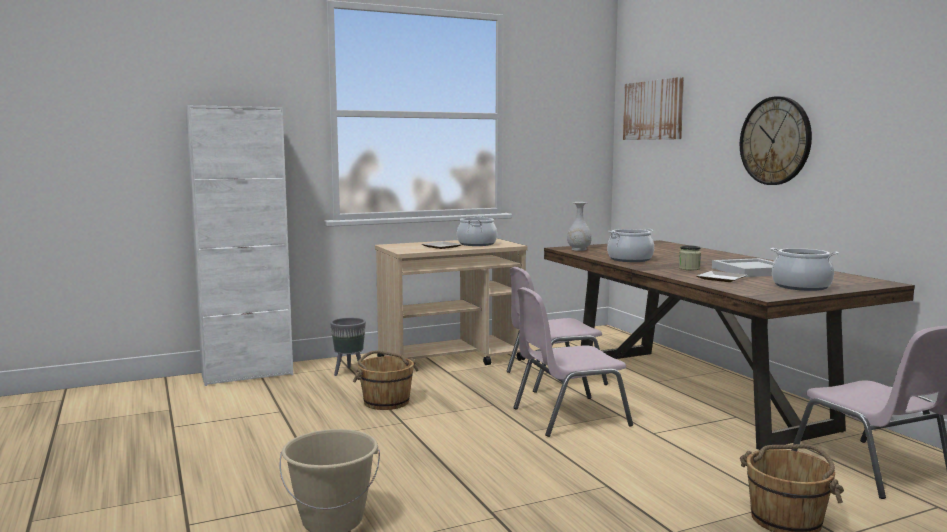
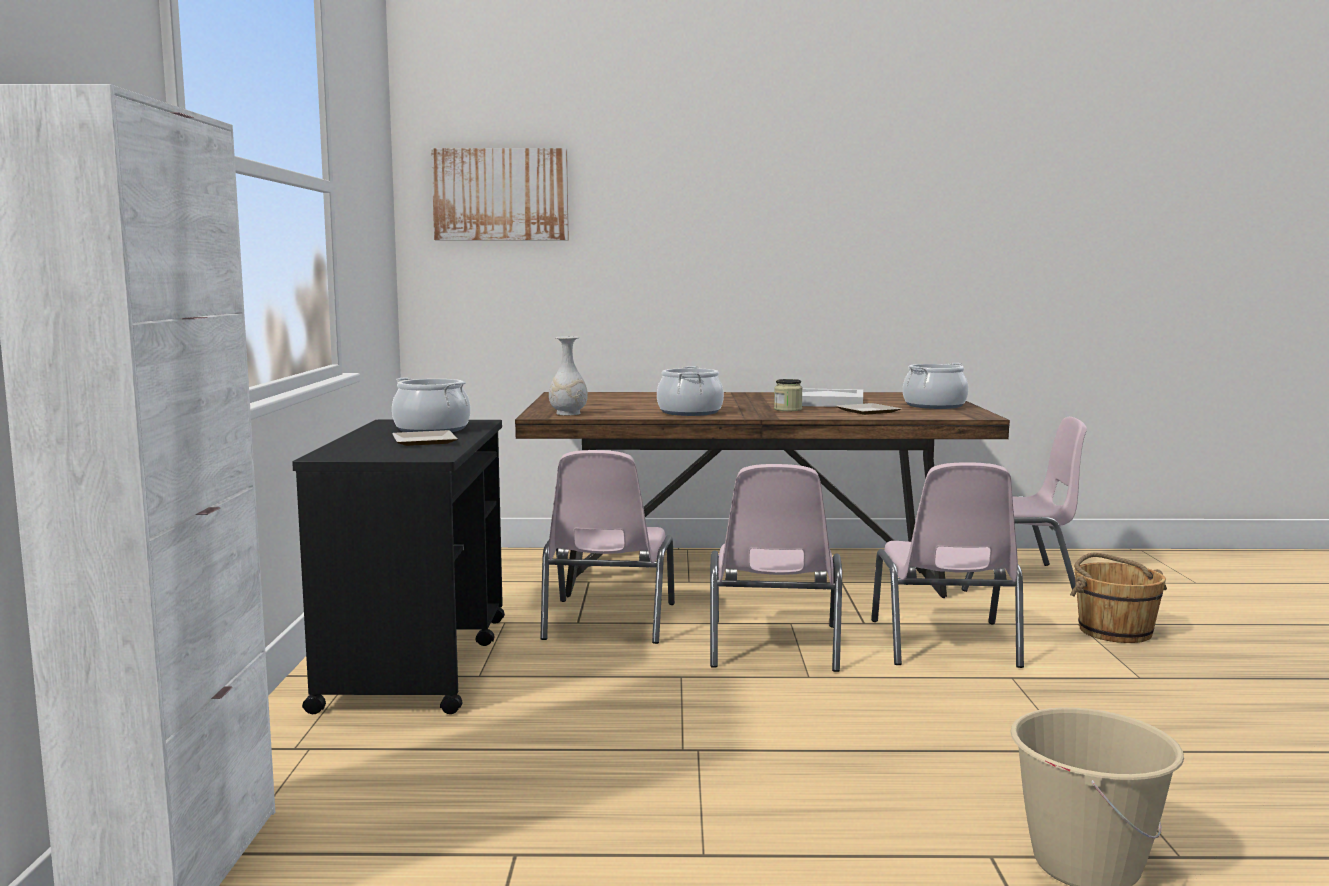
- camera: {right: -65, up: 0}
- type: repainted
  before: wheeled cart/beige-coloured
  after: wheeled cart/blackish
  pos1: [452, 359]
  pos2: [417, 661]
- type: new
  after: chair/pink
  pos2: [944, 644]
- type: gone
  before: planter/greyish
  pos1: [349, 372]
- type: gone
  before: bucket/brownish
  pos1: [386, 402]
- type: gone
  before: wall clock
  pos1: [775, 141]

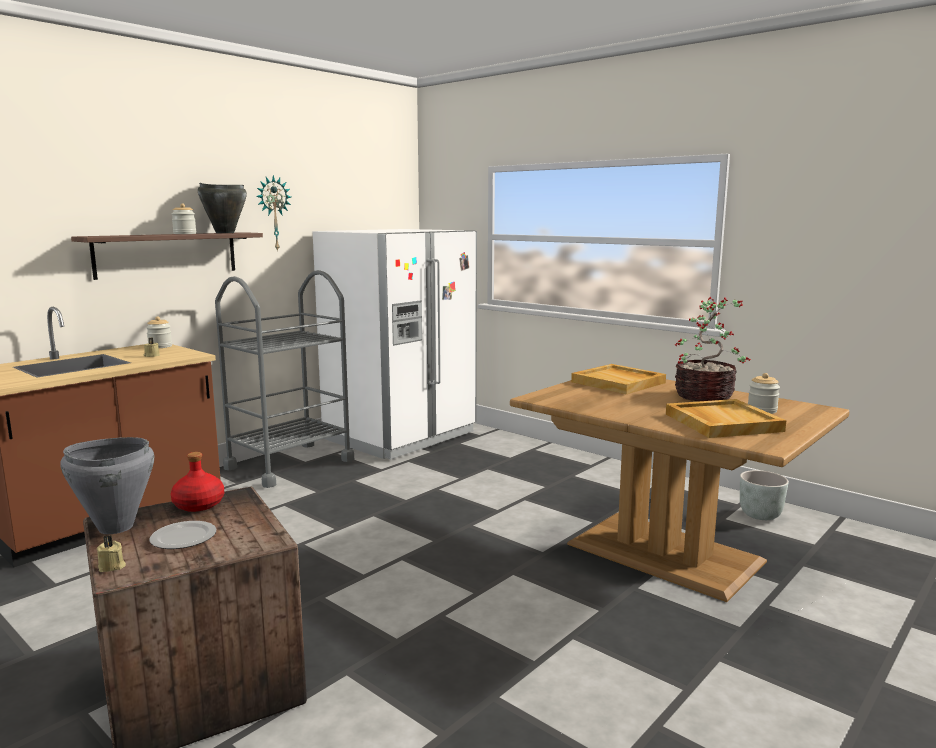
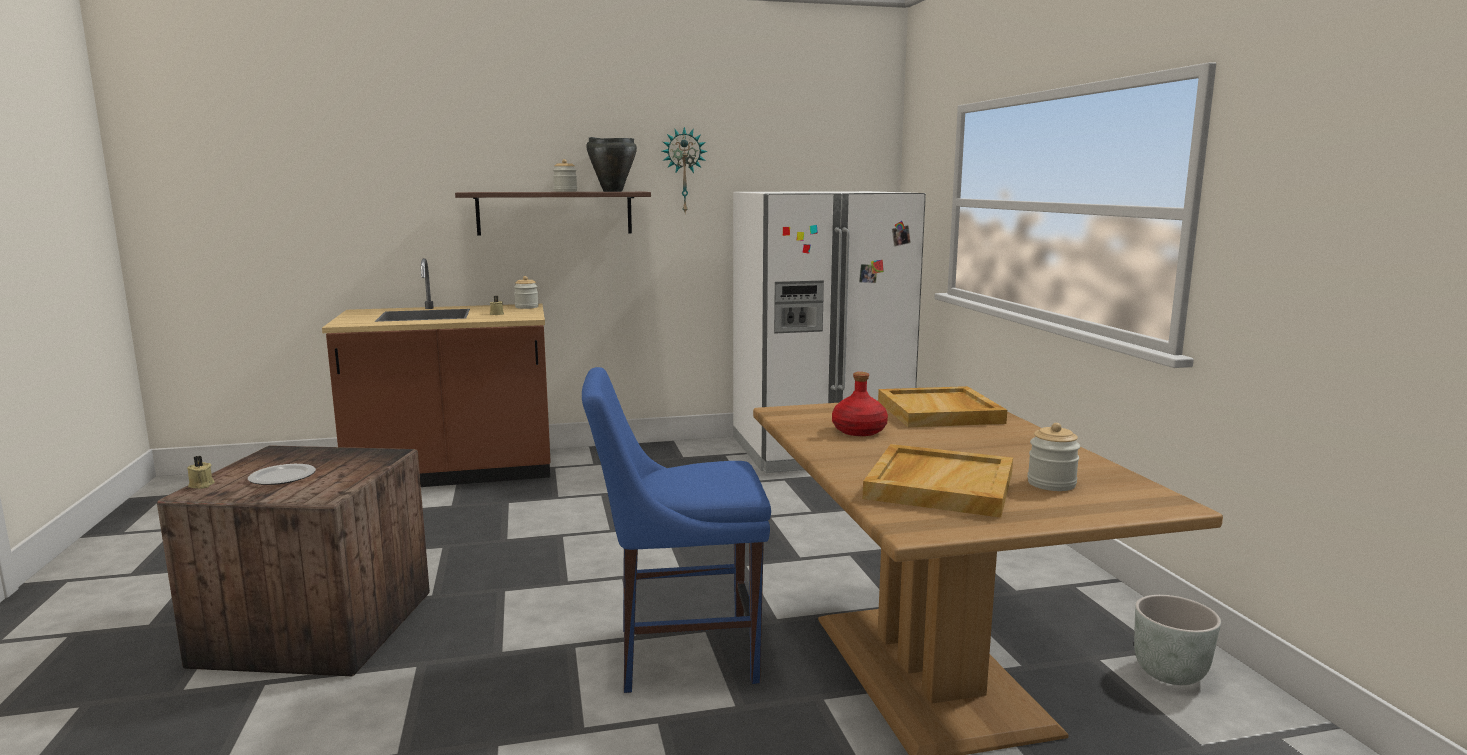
- camera: {right: 35, up: 0}
- type: new
  after: chair/bluish
  pos2: [678, 654]
- type: shifted
  before: drink bottle/red
  pos1: [199, 504]
  pos2: [859, 431]
- type: gone
  before: saucepot/greyish
  pos1: [115, 527]
- type: gone
  before: wheeled cart/greyish
  pos1: [290, 464]
- type: gone
  before: houseplant
  pos1: [705, 396]

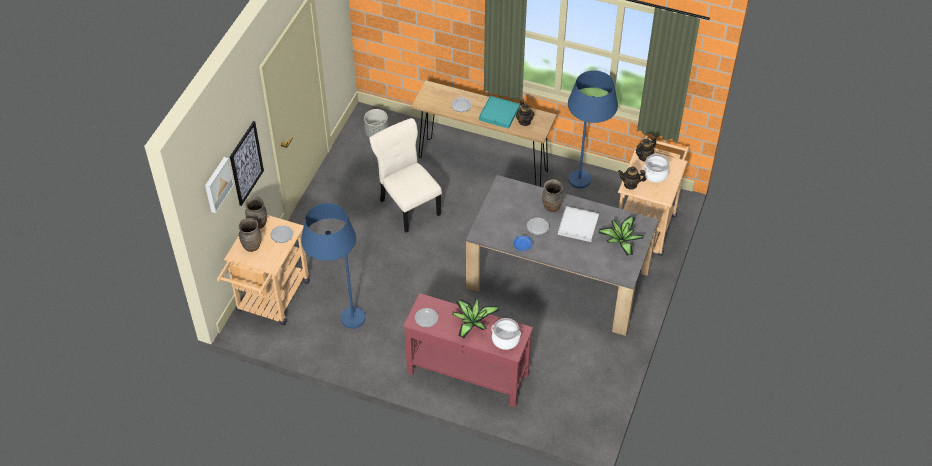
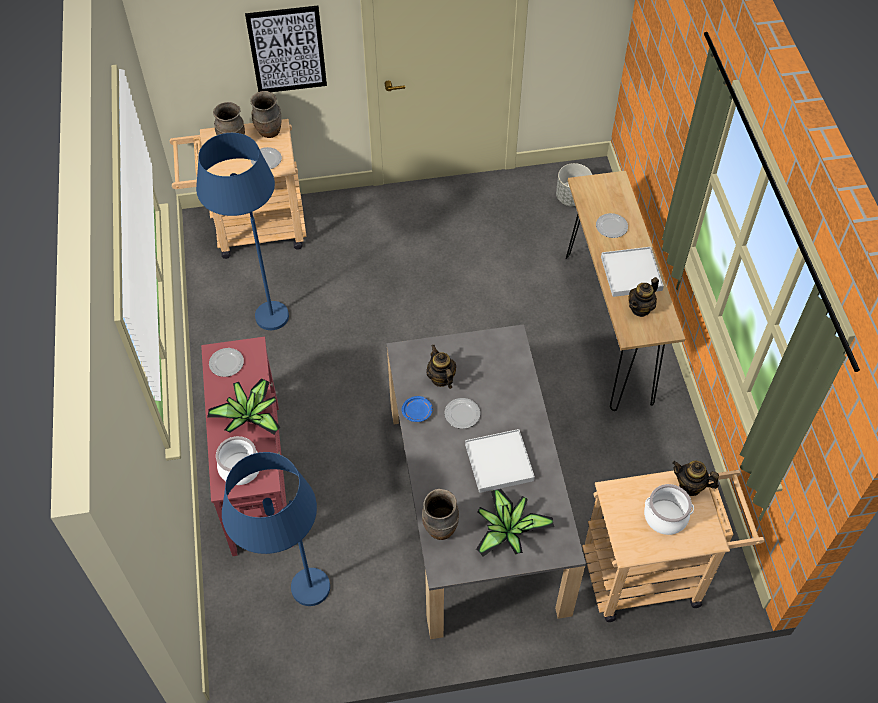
- camera: {right: 60, up: 5}
- type: shifted
  before: standard lamp/bluish
  pos1: [583, 189]
  pos2: [294, 603]
- type: shifted
  before: vase/brownish
  pos1: [552, 207]
  pos2: [440, 529]
- type: shifted
  before: tea pot
  pos1: [630, 184]
  pos2: [441, 378]
- type: repainted
  before: serving tray/blue-green
  after: serving tray/white
  pos1: [499, 113]
  pos2: [631, 274]
- type: gone
  before: wall picture
  pos1: [217, 184]
- type: gone
  before: chair/beige-coloured
  pos1: [408, 206]

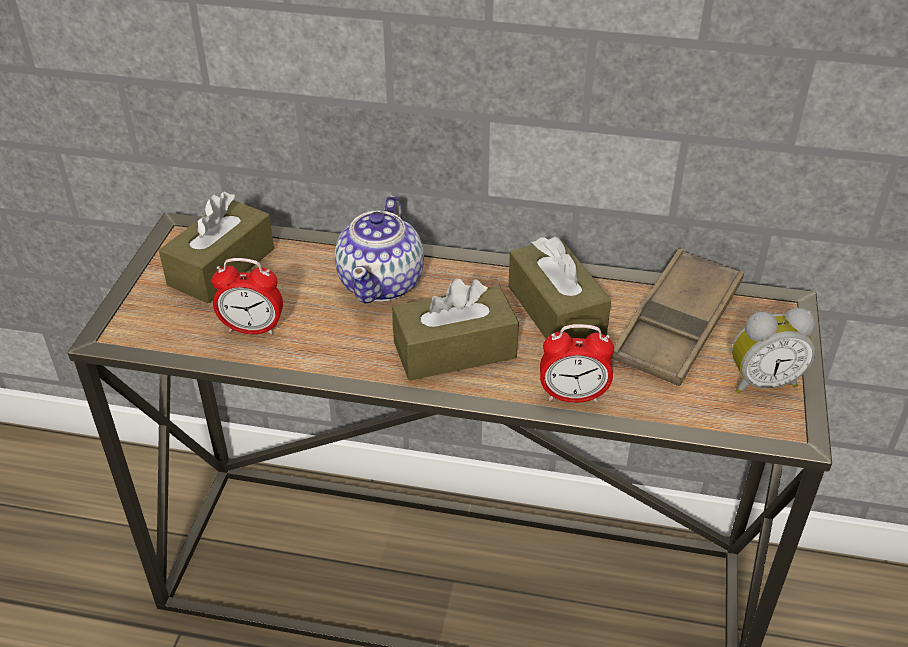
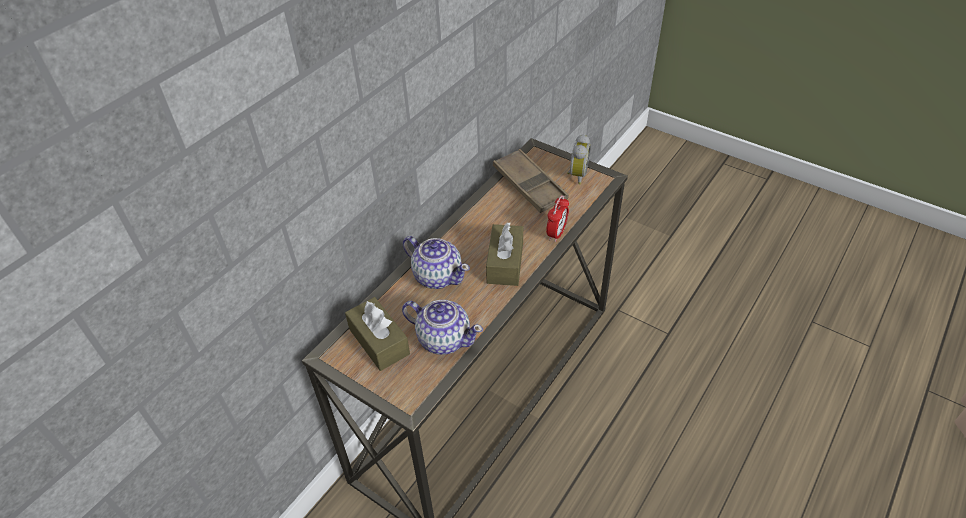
- camera: {right: -65, up: 5}
- type: swapped
  before: alarm clock
  after: tea pot
  pos1: [252, 329]
  pos2: [443, 338]
- type: gone
  before: box of tissues/brownish
  pos1: [556, 311]

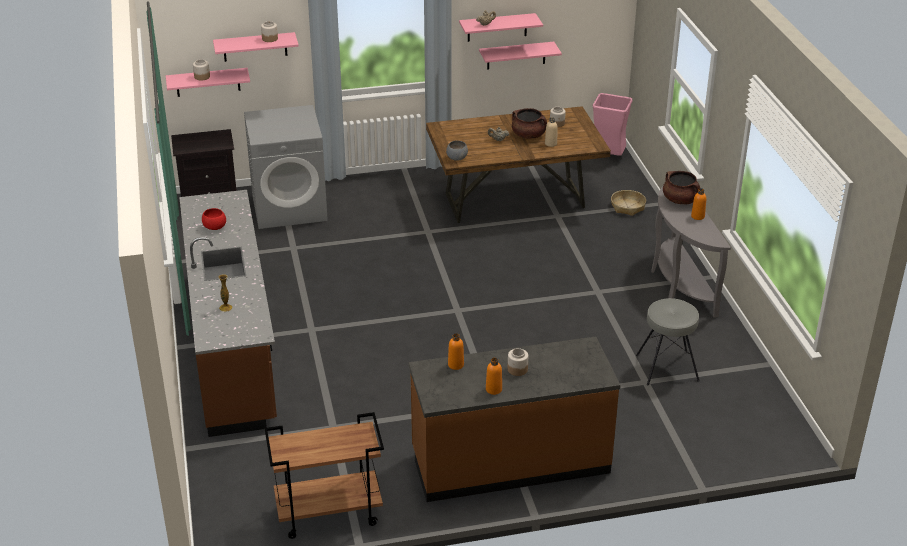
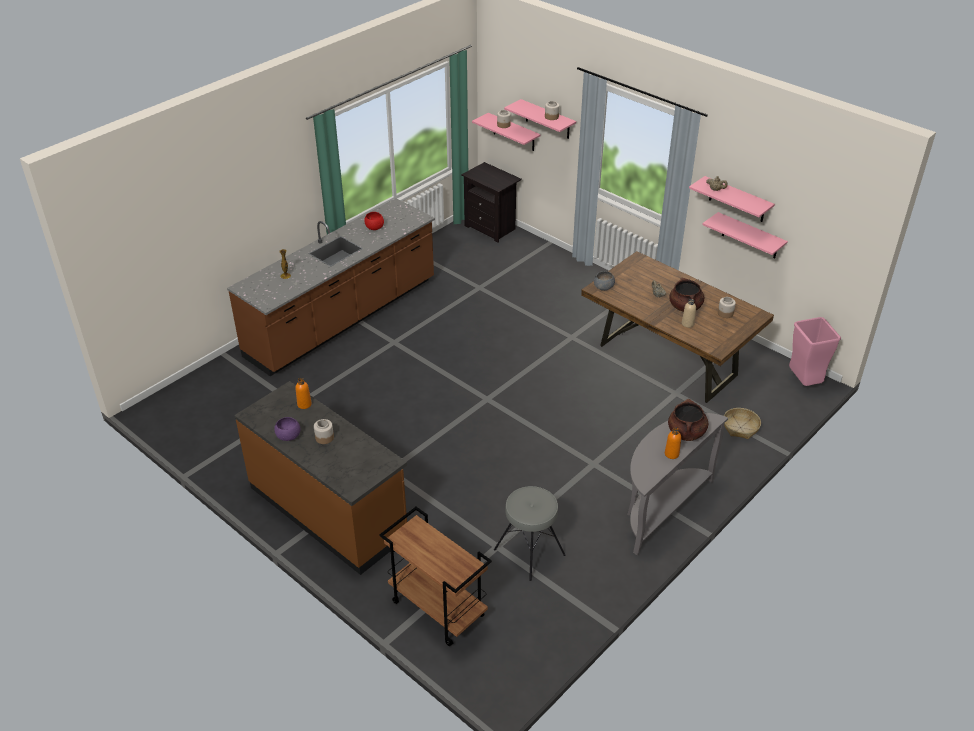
- camera: {right: 55, up: 5}
- type: swapped
  before: drink bottle/orangey
  after: deep dish/purple
  pos1: [493, 389]
  pos2: [289, 436]
- type: shifted
  before: wheeled cart/brownish
  pos1: [328, 514]
  pos2: [436, 609]
- type: gone
  before: washing machine/greyish
  pos1: [290, 207]

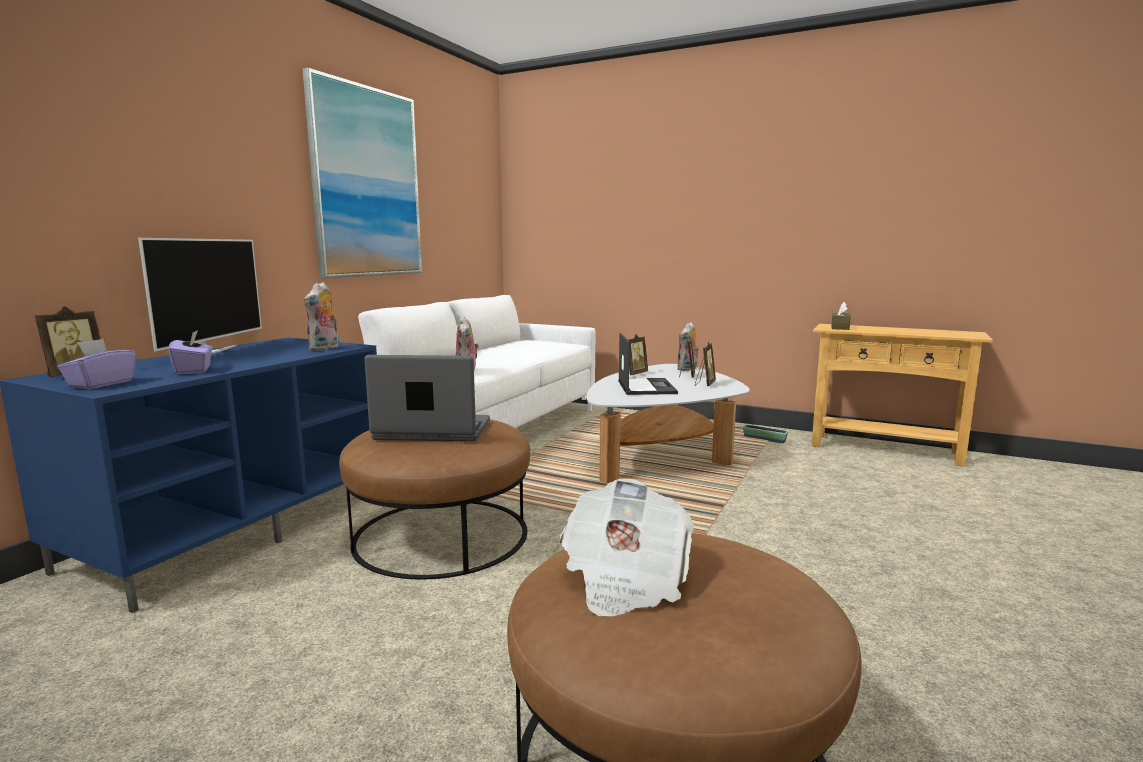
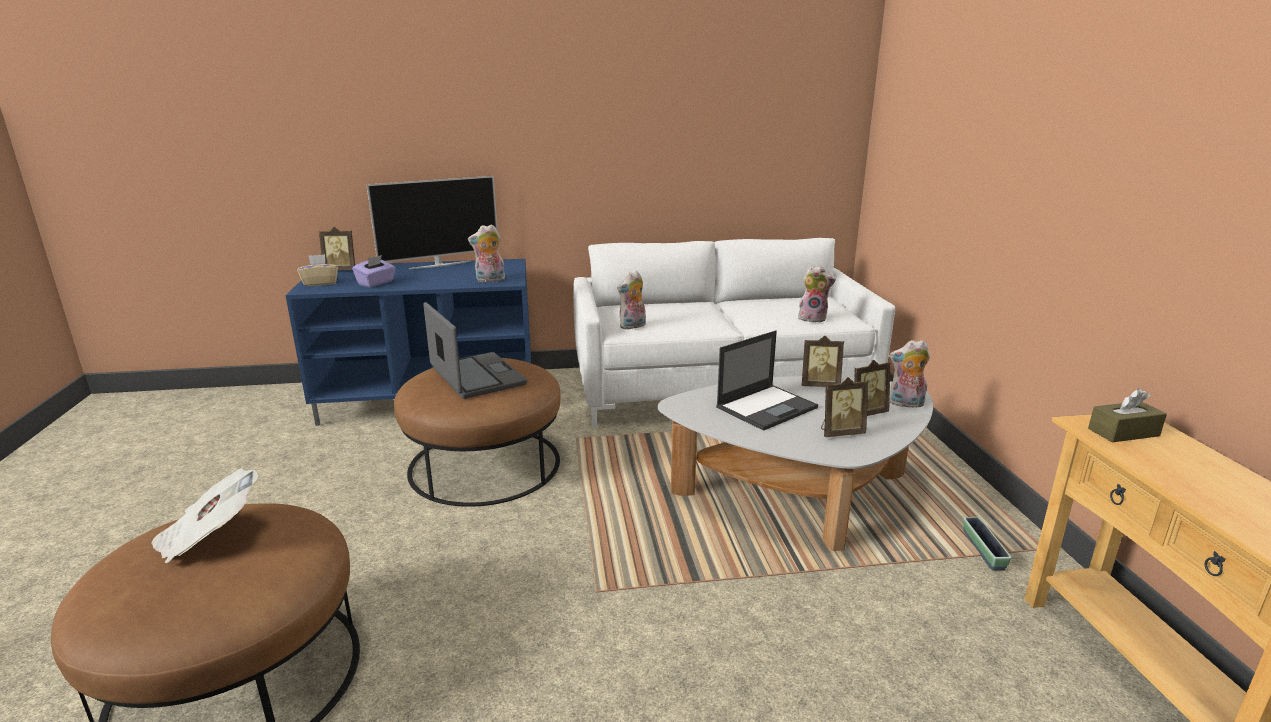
- camera: {right: 55, up: 10}
- type: repainted
  before: box of tissues/purple
  after: box of tissues/beige-coloured
  pos1: [101, 384]
  pos2: [320, 283]
- type: new
  after: soft toy
  pos2: [813, 318]
- type: gone
  before: wall picture
  pos1: [366, 183]

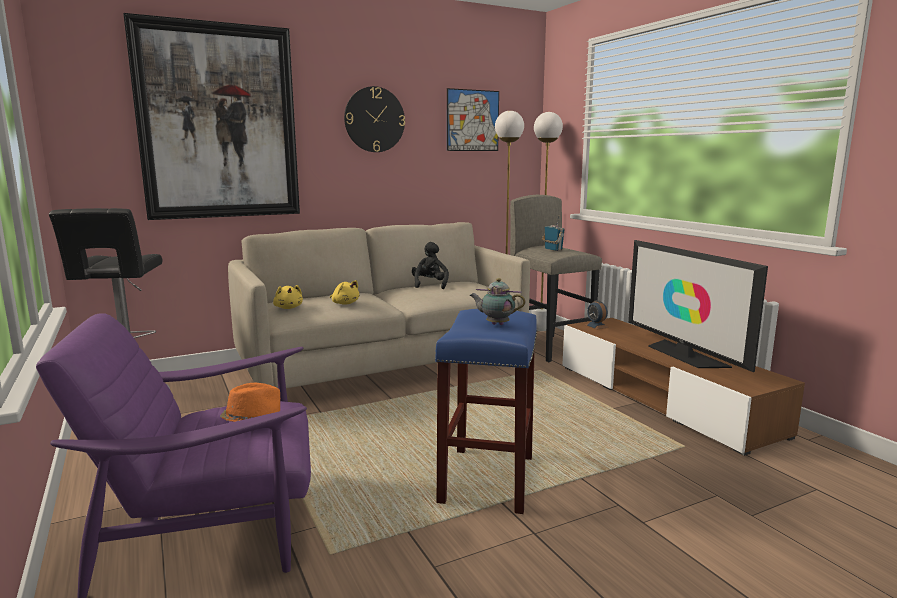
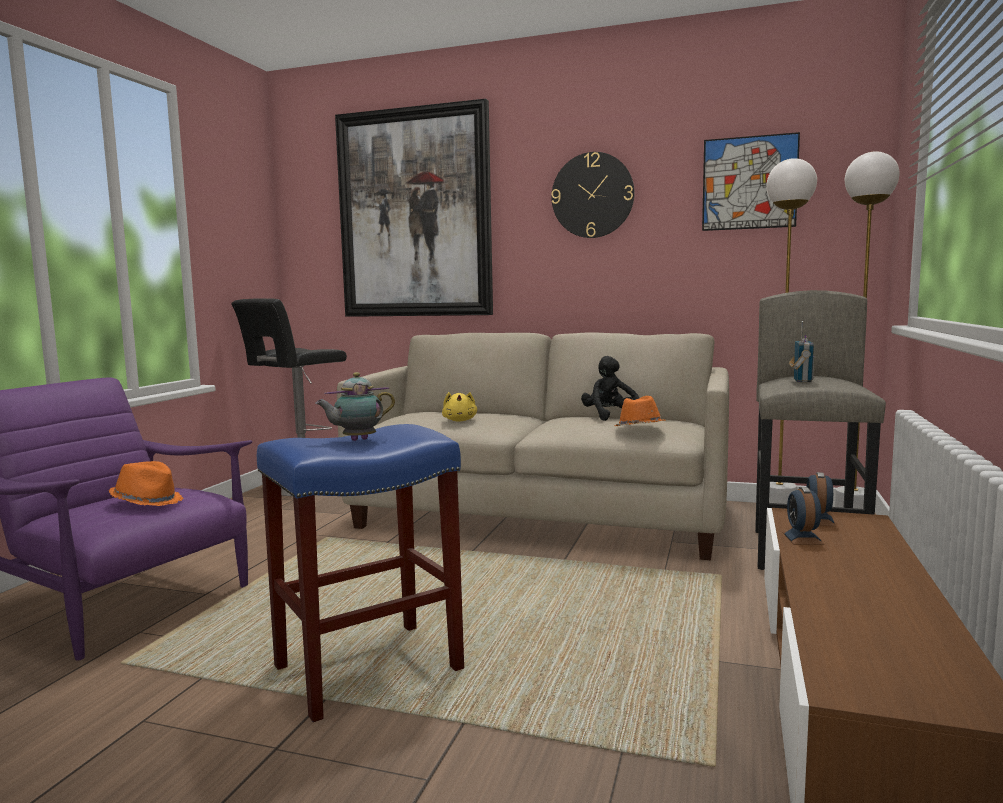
- camera: {right: 45, up: -5}
- type: rotated
  before: tea pot
  pos1: [496, 324]
  pos2: [356, 440]
  turn: -90
- type: rotated
  before: soft toy/blackish
  pos1: [430, 285]
  pos2: [610, 417]
  turn: -60
- type: new
  after: wearable hat/orangey
  pos2: [639, 429]
- type: new
  after: alarm clock
  pos2: [802, 538]
- type: gone
  before: soft toy/yellowish
  pos1: [288, 308]
- type: gone
  before: TV
  pos1: [684, 355]

